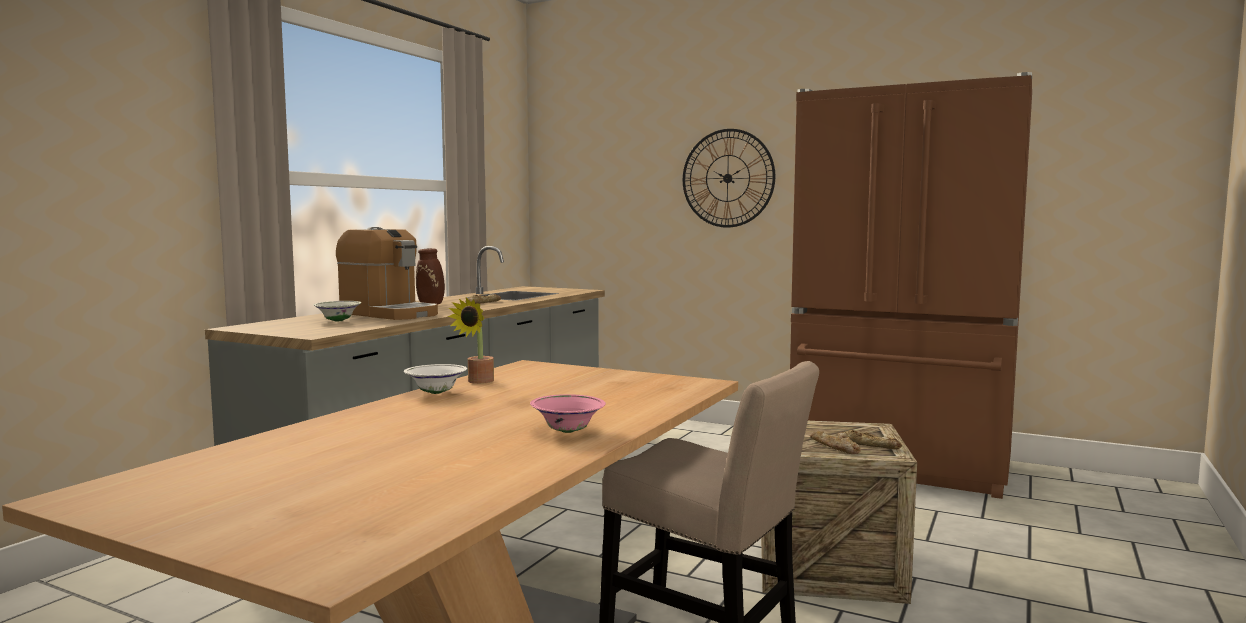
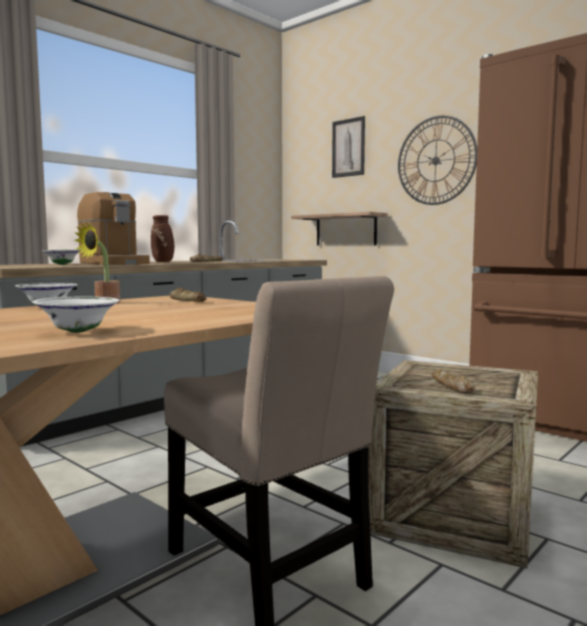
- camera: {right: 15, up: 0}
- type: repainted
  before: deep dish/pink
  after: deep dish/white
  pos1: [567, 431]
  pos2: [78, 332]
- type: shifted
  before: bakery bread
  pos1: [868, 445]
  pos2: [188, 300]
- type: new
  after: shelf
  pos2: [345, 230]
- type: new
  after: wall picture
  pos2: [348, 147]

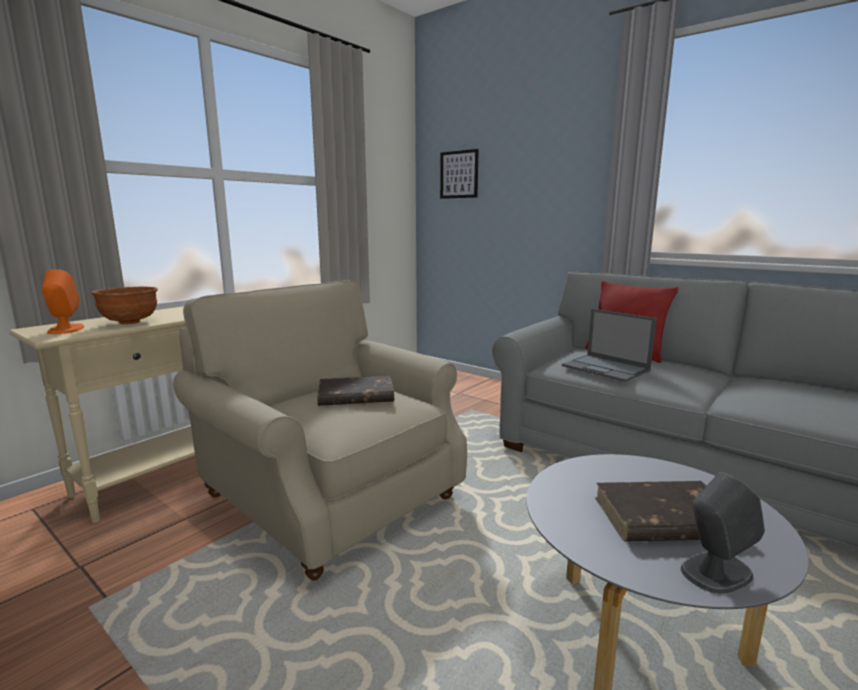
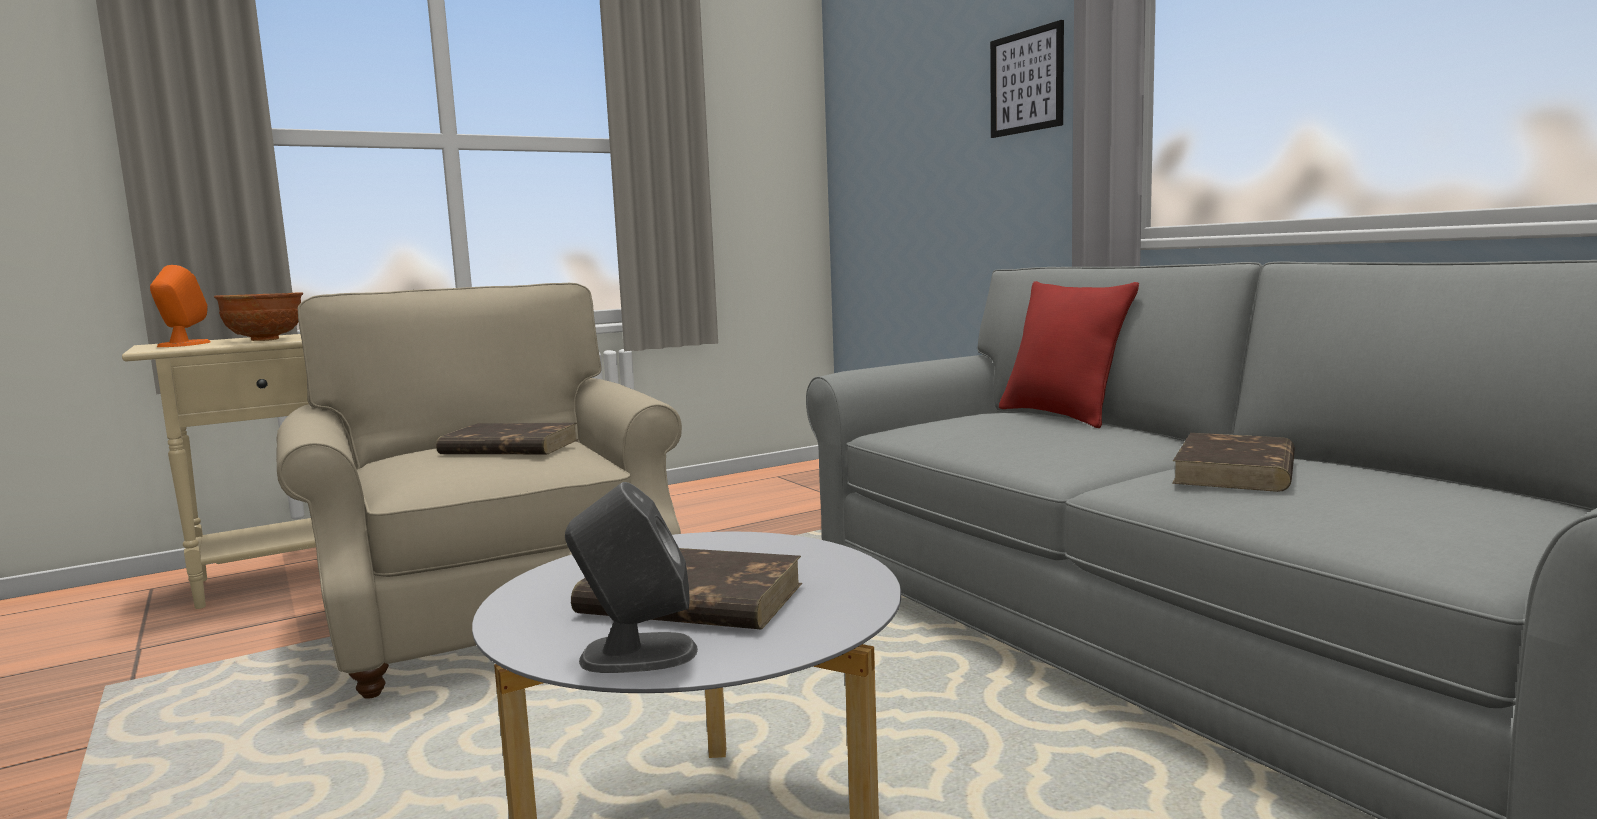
- camera: {right: 20, up: -5}
- type: shifted
  before: wall picture
  pos1: [459, 174]
  pos2: [1026, 82]
- type: new
  after: bound book/brownish
  pos2: [1235, 471]
- type: gone
  before: notebook computer
  pos1: [606, 368]

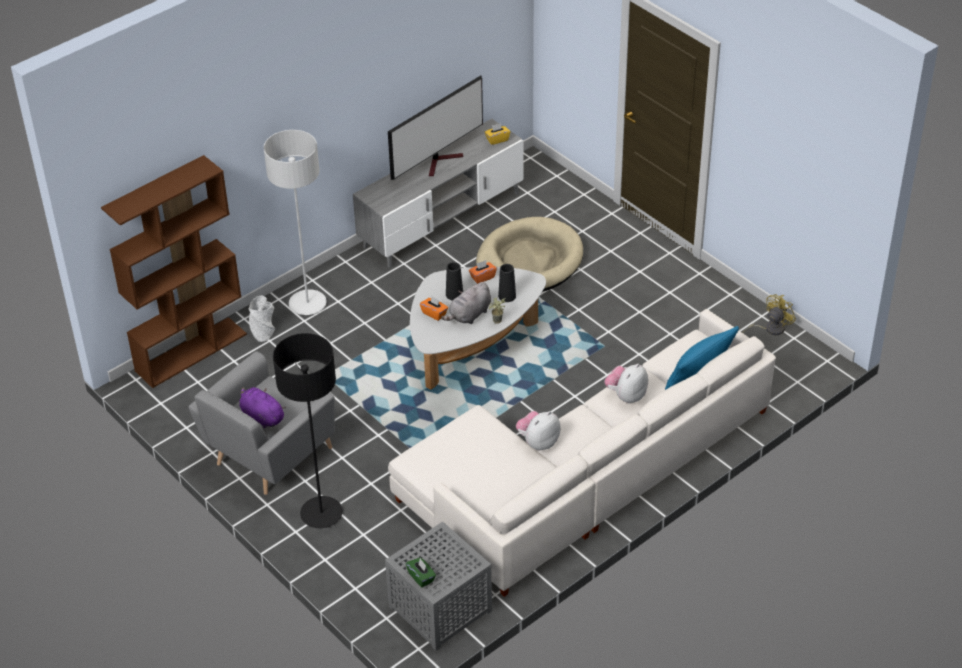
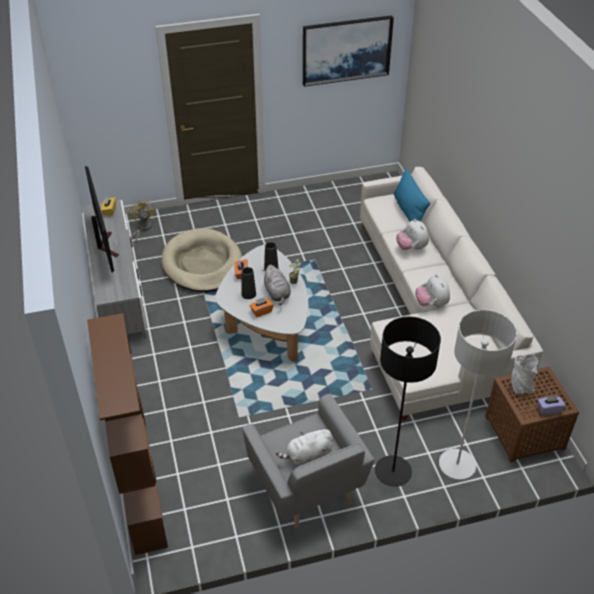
- camera: {right: -65, up: 0}
- type: shifted
  before: fan/yellowish
  pos1: [770, 329]
  pos2: [142, 228]
- type: repainted
  before: soft toy/purple
  after: soft toy/white
  pos1: [261, 416]
  pos2: [307, 456]
- type: new
  after: wall picture
  pos2: [346, 50]
- type: shifted
  before: standard lamp/greyish
  pos1: [307, 304]
  pos2: [457, 465]
- type: repainted
  before: accent table/greyish
  after: accent table/brownish
  pos1: [440, 610]
  pos2: [526, 433]
- type: shifted
  before: vase/greyish
  pos1: [263, 332]
  pos2: [521, 386]
- type: repainted
  before: box of tissues/green
  after: box of tissues/purple
  pos1: [421, 577]
  pos2: [549, 409]

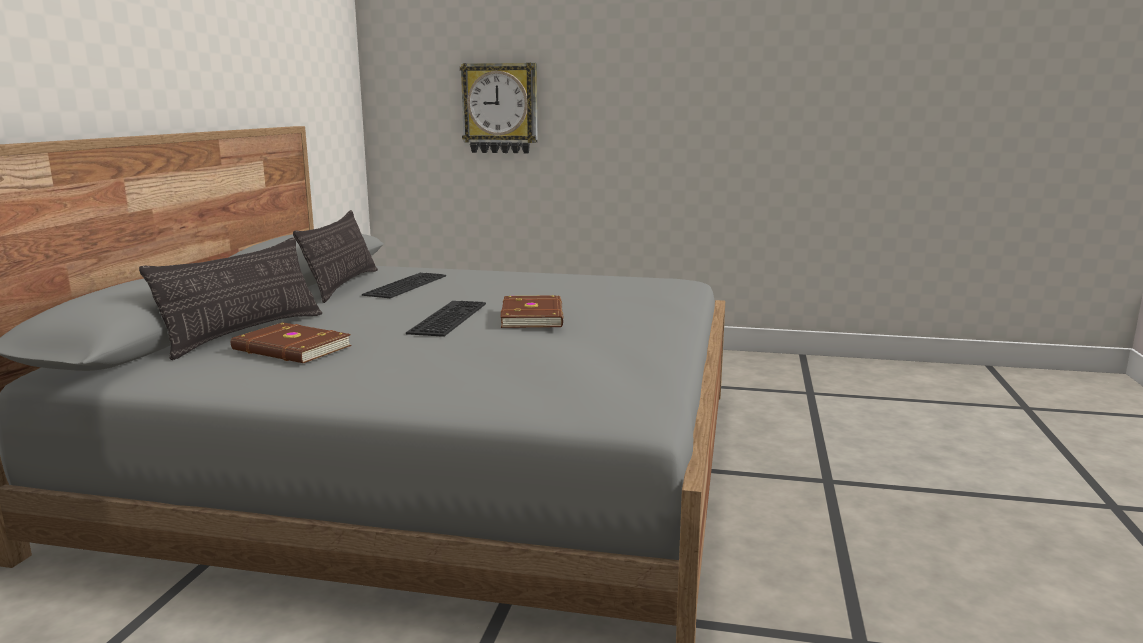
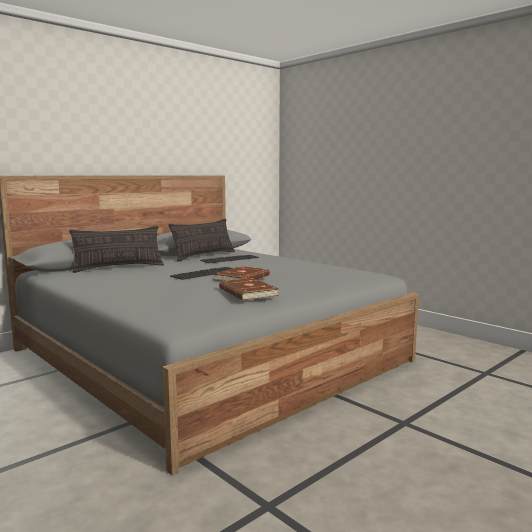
- camera: {right: 35, up: -5}
- type: shifted
  before: bound book/brownish
  pos1: [291, 349]
  pos2: [247, 292]
- type: gone
  before: wall clock
  pos1: [500, 108]

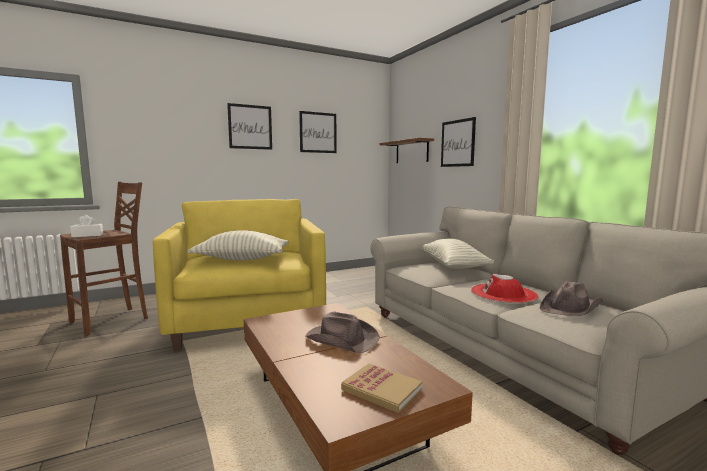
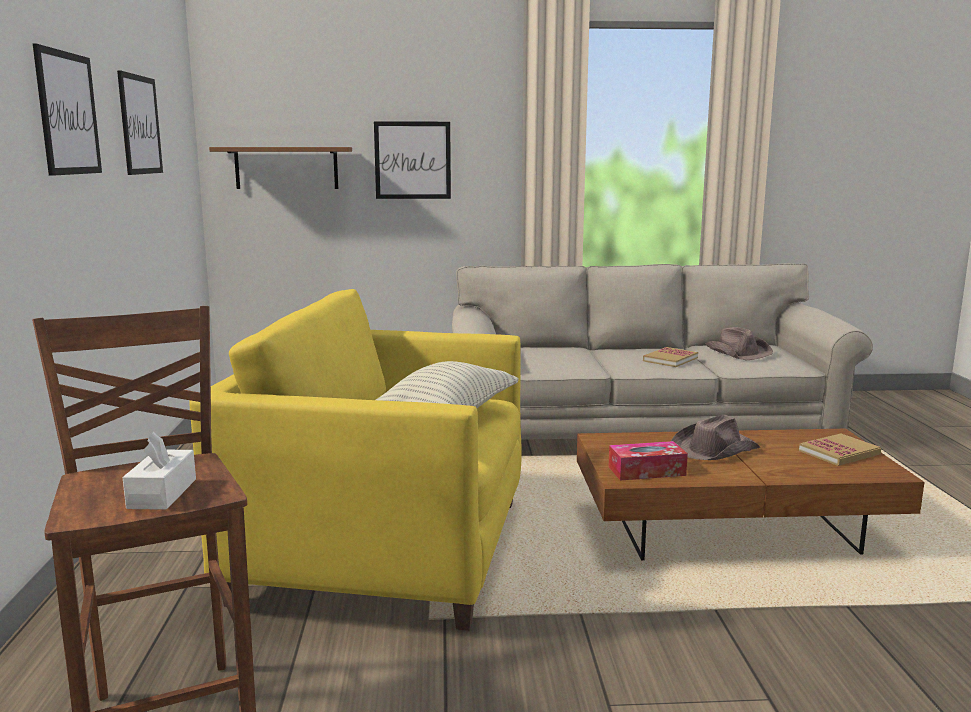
- camera: {right: -65, up: 5}
- type: new
  after: box of tissues
  pos2: [646, 471]
- type: swapped
  before: wearable hat/red
  after: bound book
  pos1: [503, 293]
  pos2: [670, 359]
- type: gone
  before: pillow
  pos1: [452, 266]

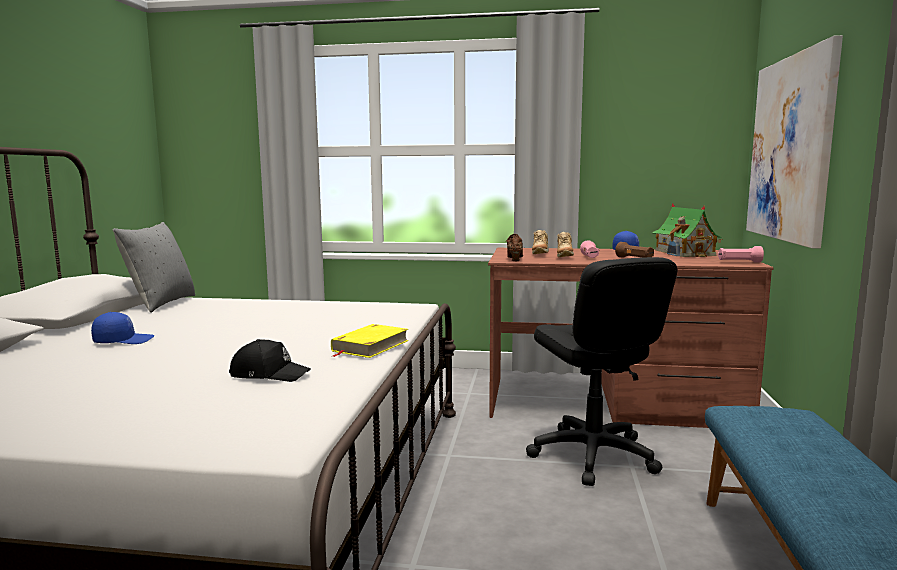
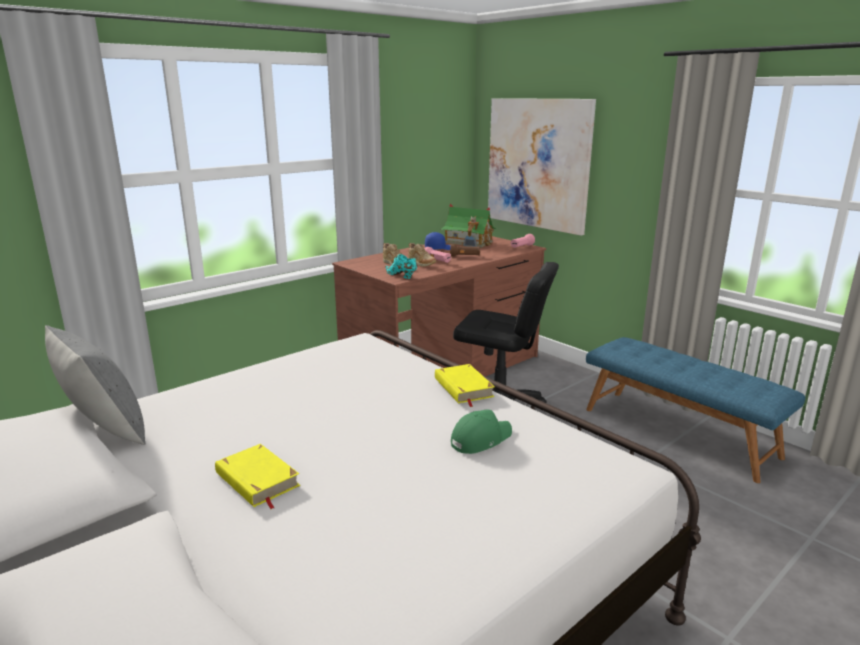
- camera: {right: -50, up: 10}
- type: swapped
  before: cap/bluish
  after: bound book/yellowish
  pos1: [123, 341]
  pos2: [257, 480]
- type: repainted
  before: low shoe/brownish
  after: low shoe/blue-green
  pos1: [514, 259]
  pos2: [401, 276]
- type: repainted
  before: cap/blackish
  after: cap/green
  pos1: [269, 374]
  pos2: [480, 439]

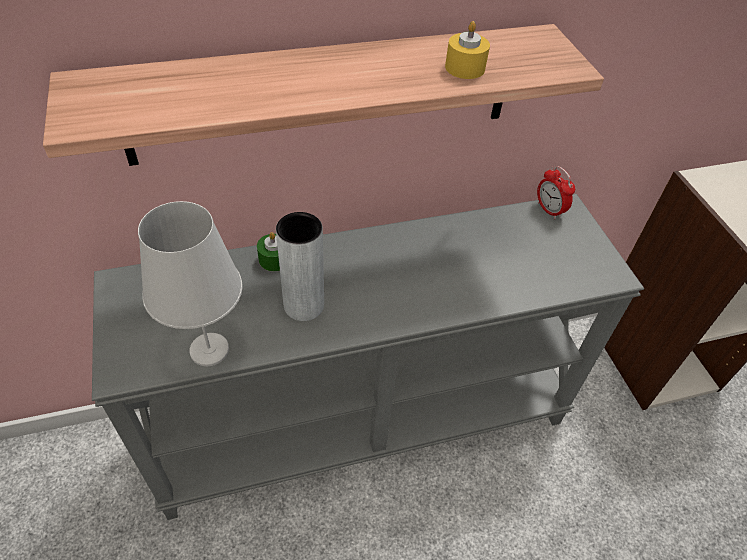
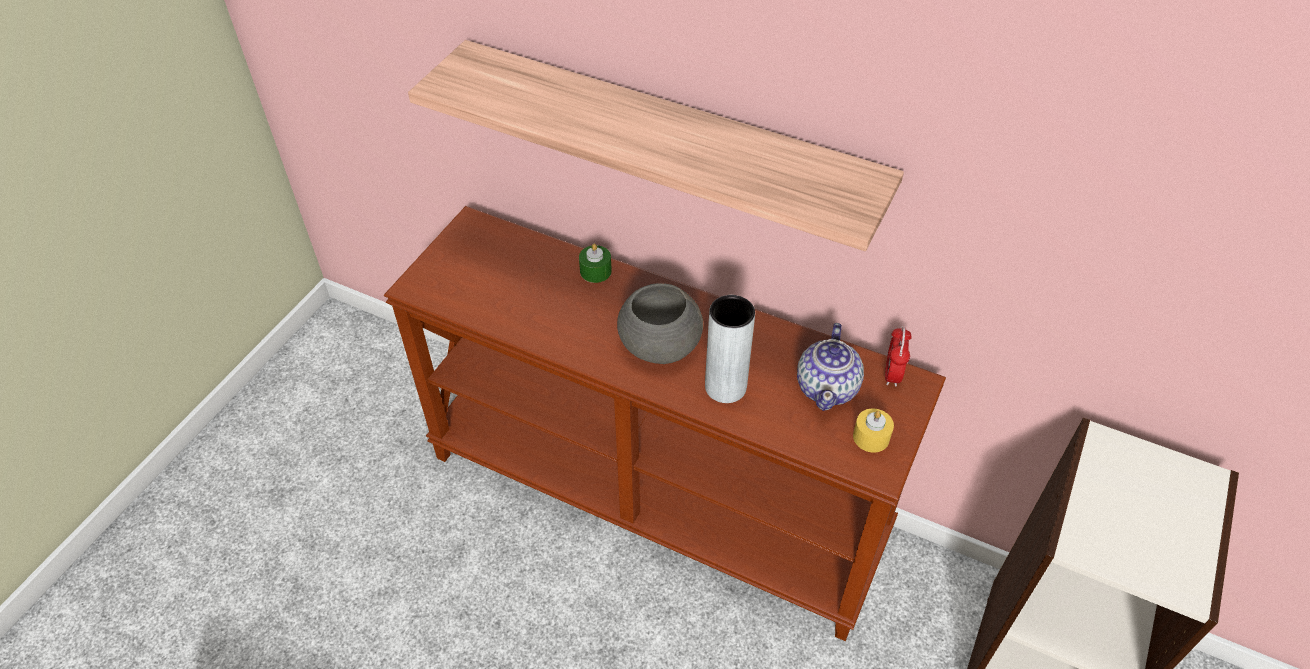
- camera: {right: 45, up: 0}
- type: repainted
  before: console table/greyish
  after: console table/brownish
  pos1: [363, 418]
  pos2: [657, 494]
- type: new
  after: deep dish/greyish
  pos2: [658, 344]
- type: shifted
  before: vase/greyish
  pos1: [304, 305]
  pos2: [725, 387]
- type: new
  after: tea pot
  pos2: [827, 387]
- type: shifted
  before: wax light/yellowish
  pos1: [465, 68]
  pos2: [871, 437]
- type: gone
  before: tabletop lamp/white
  pos1: [209, 349]

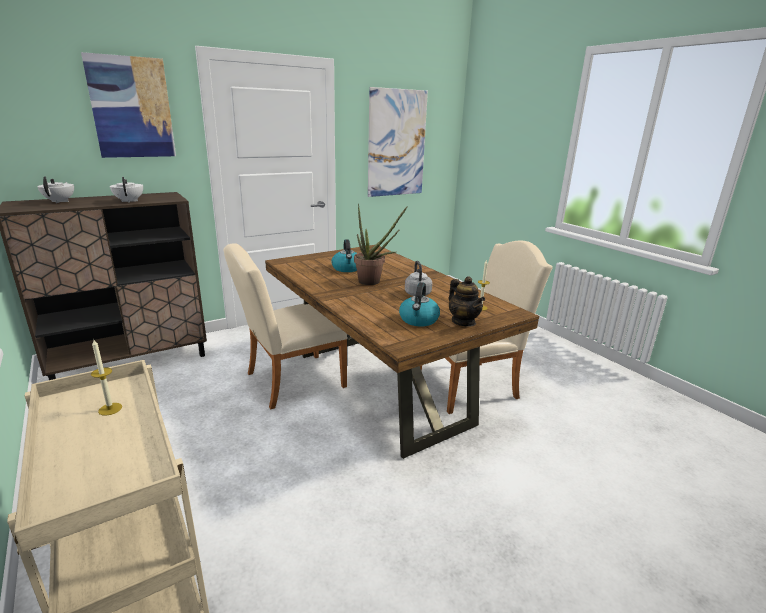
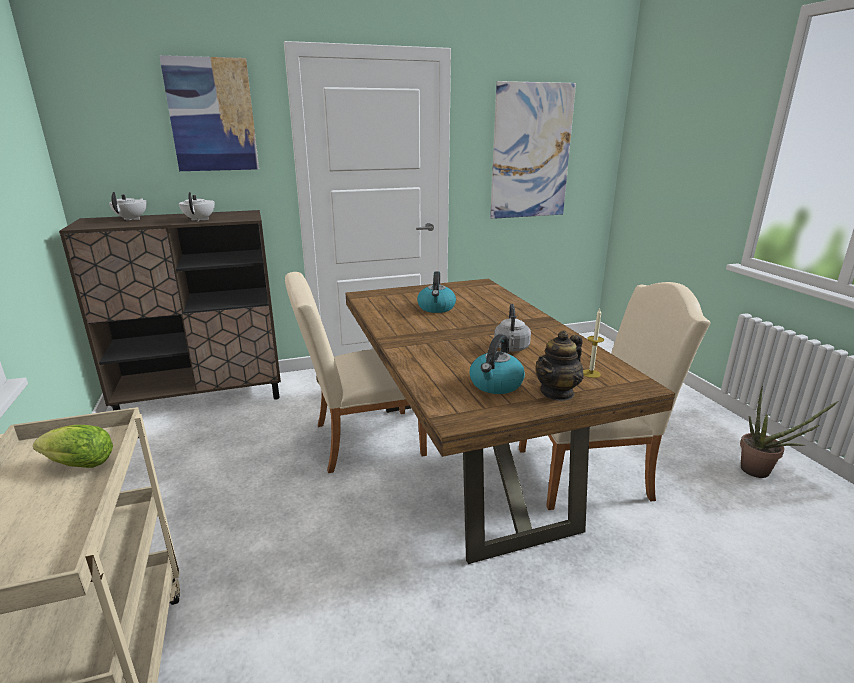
- camera: {right: 15, up: 0}
- type: swapped
  before: wax light
  after: lettuce head
  pos1: [110, 409]
  pos2: [76, 465]
- type: rotated
  before: tea pot
  pos1: [463, 322]
  pos2: [557, 392]
  turn: 60
- type: shifted
  before: houseplant
  pos1: [373, 282]
  pos2: [761, 472]

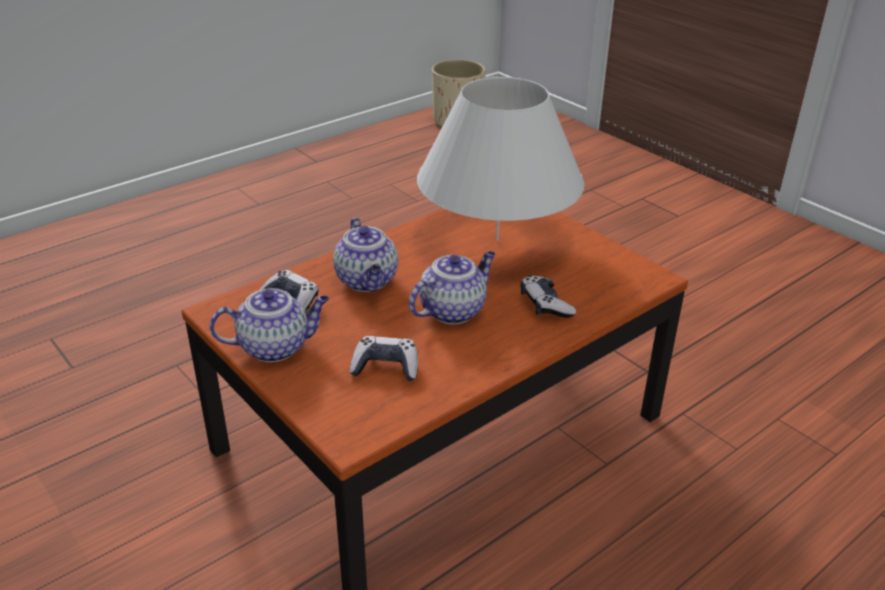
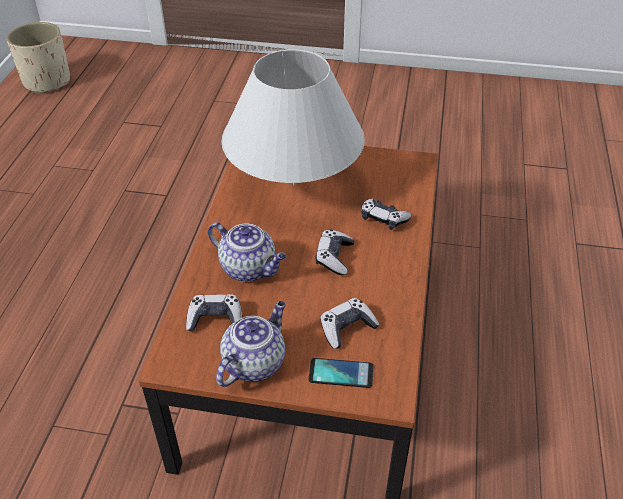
- camera: {right: -40, up: 10}
- type: new
  after: telephone
  pos2: [341, 373]
- type: swapped
  before: tea pot
  after: gamepad
  pos1: [453, 310]
  pos2: [334, 257]

